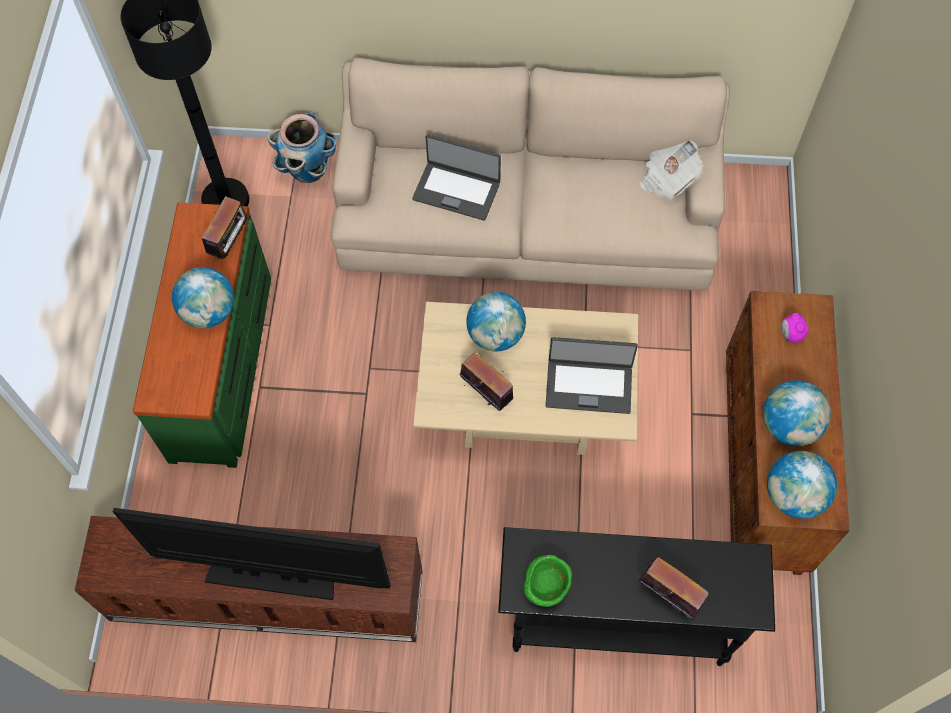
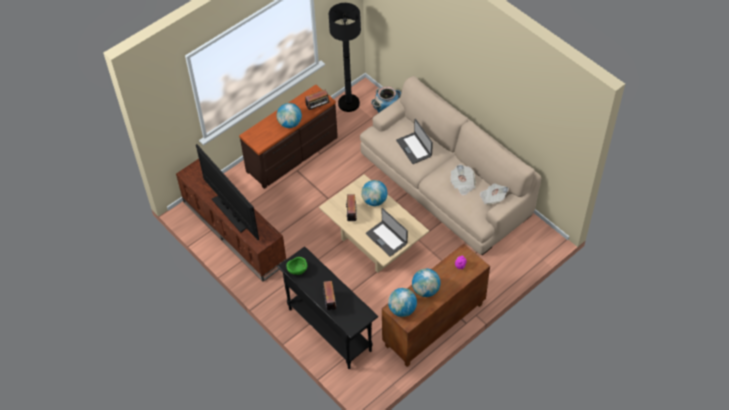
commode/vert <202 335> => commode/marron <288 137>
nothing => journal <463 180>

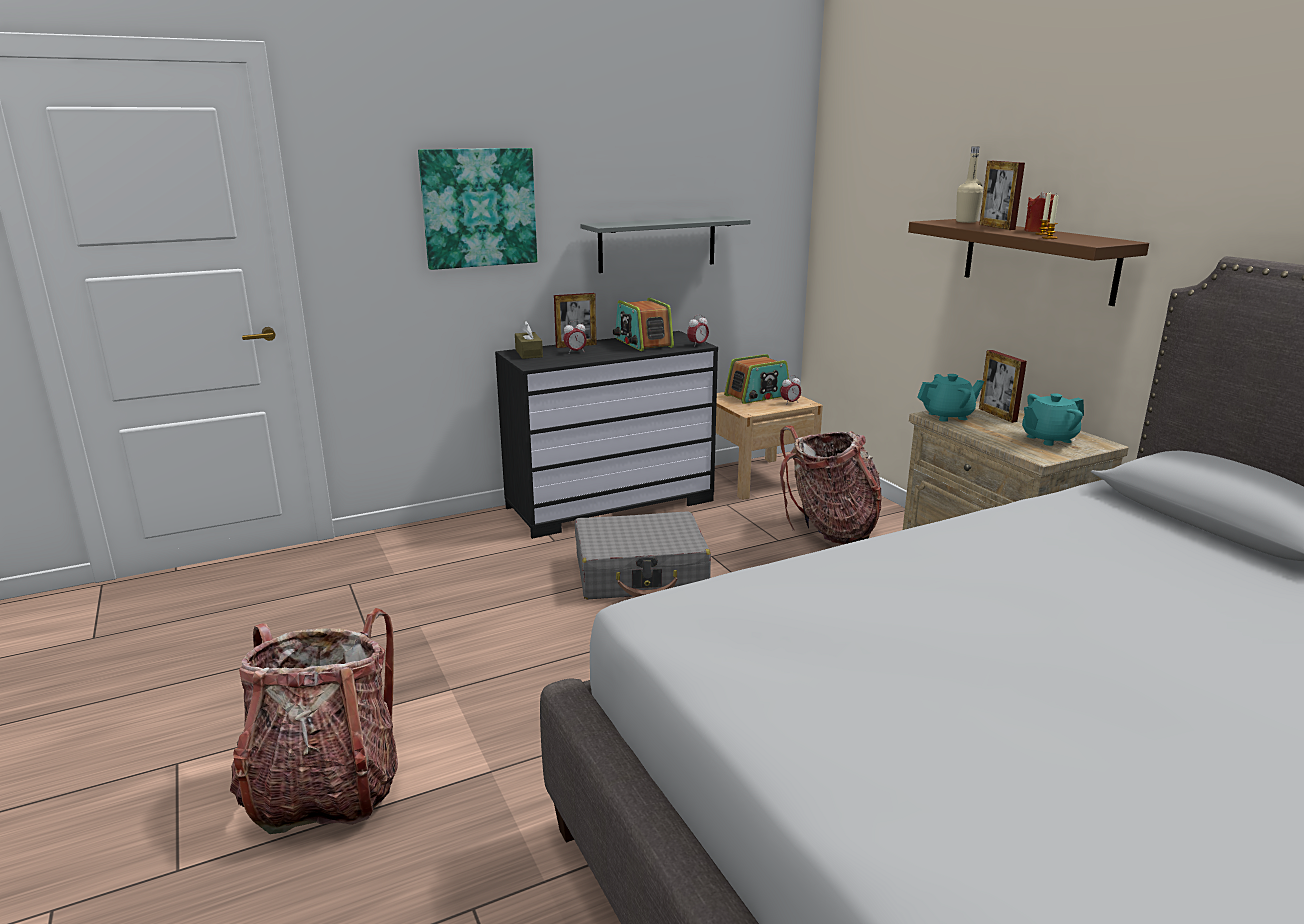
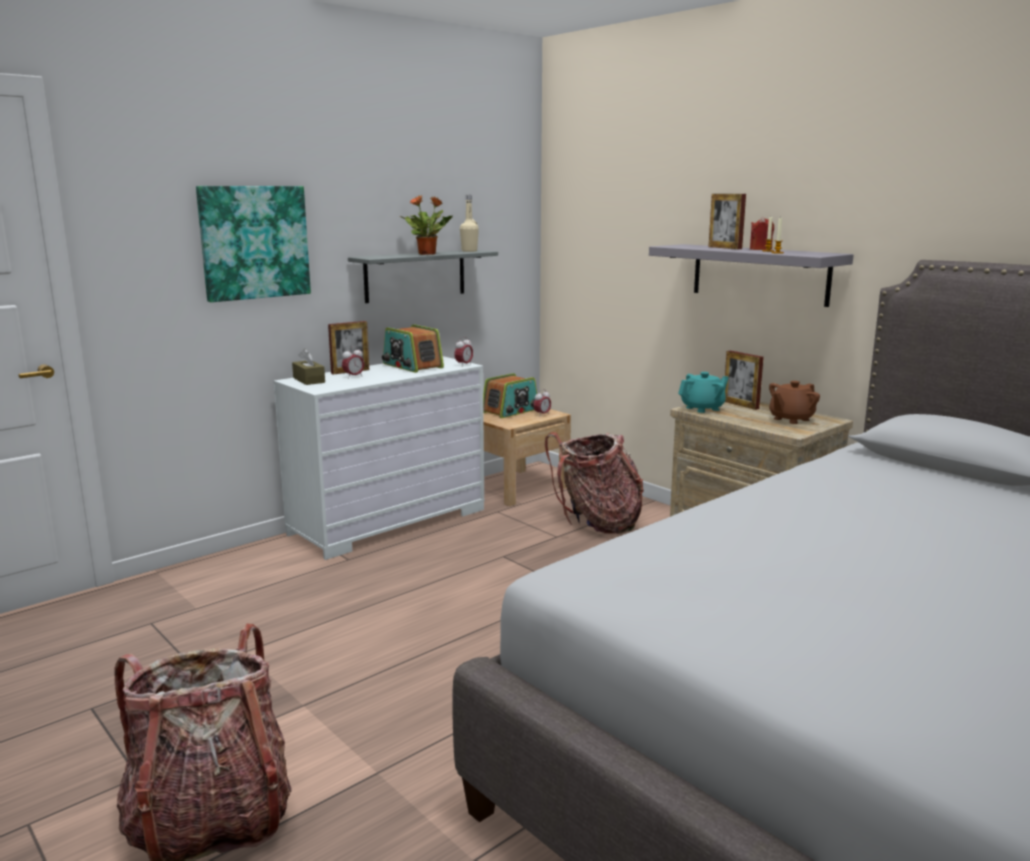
bouteille/beige <969 185> => bouteille/beige <469 223>, moved
étagère/marron <1028 262> => étagère/gris <751 275>
commode/noir <606 435> => commode/blanc <378 458>
théière/turquoise <1053 419> => théière/marron <794 402>
valise/gris <643 555> => nothing
nothing => plante en pot <426 225>

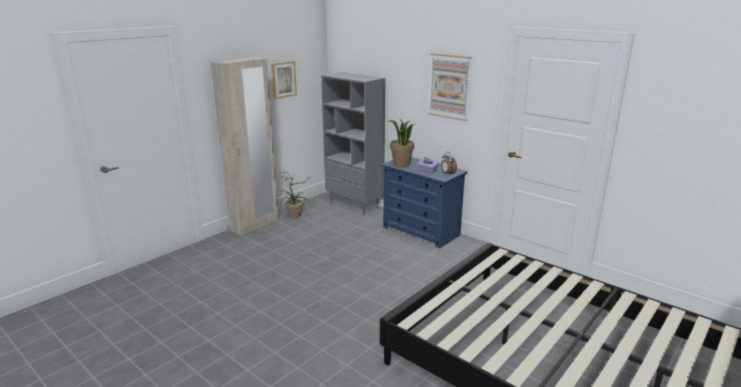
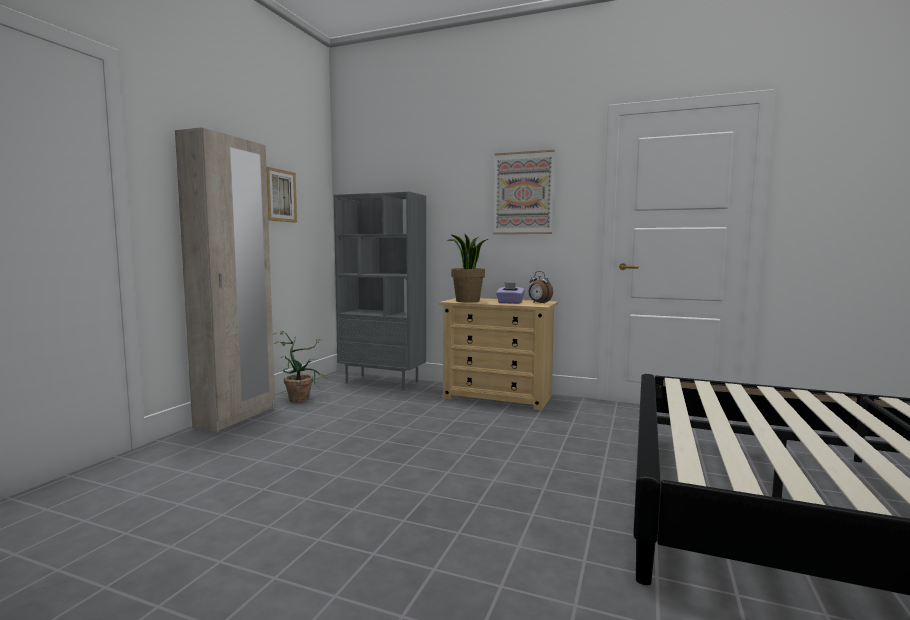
commode/bleu <424 202> => commode/beige <498 354>

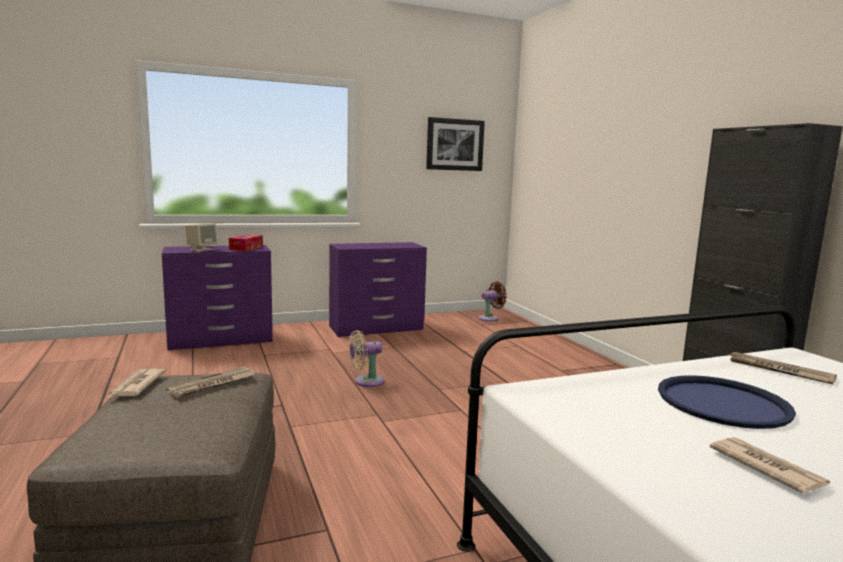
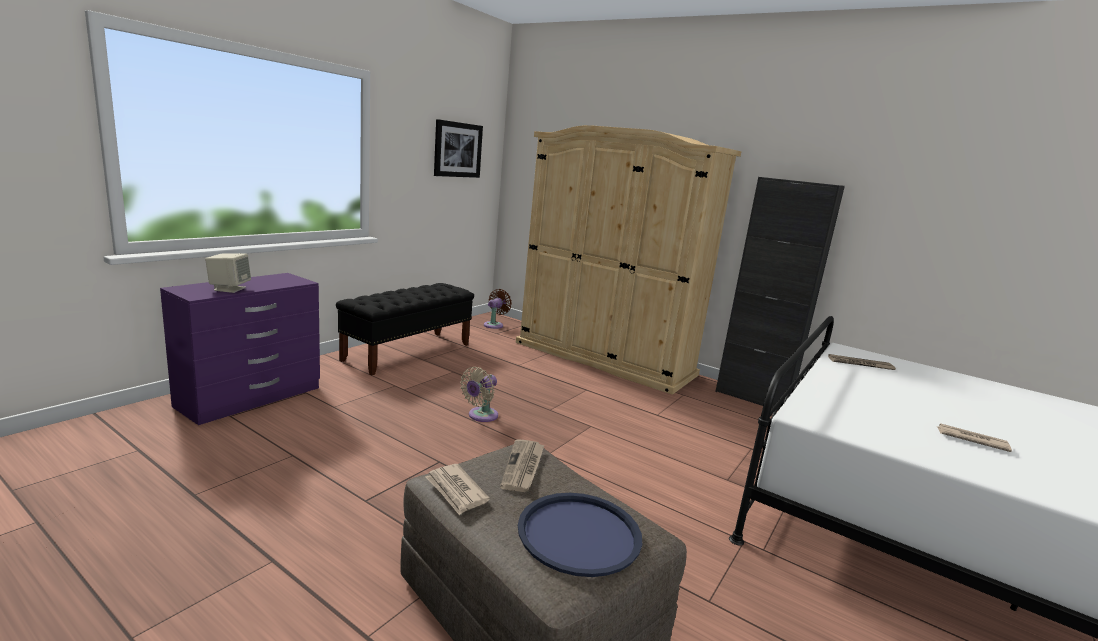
boîte à mouchoirs <246 242> => nothing
commode/violet <378 289> => banc/noir <405 329>
plateau/bleu <727 402> => plateau/bleu <580 535>, moved
nothing => armoire/beige <628 260>

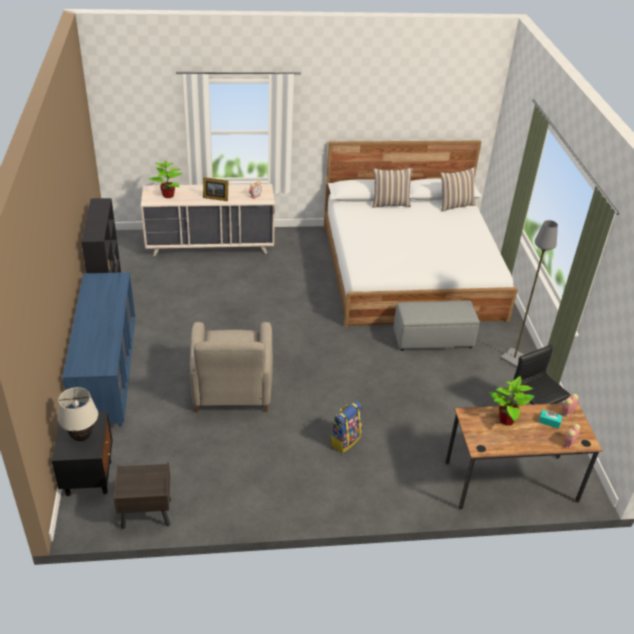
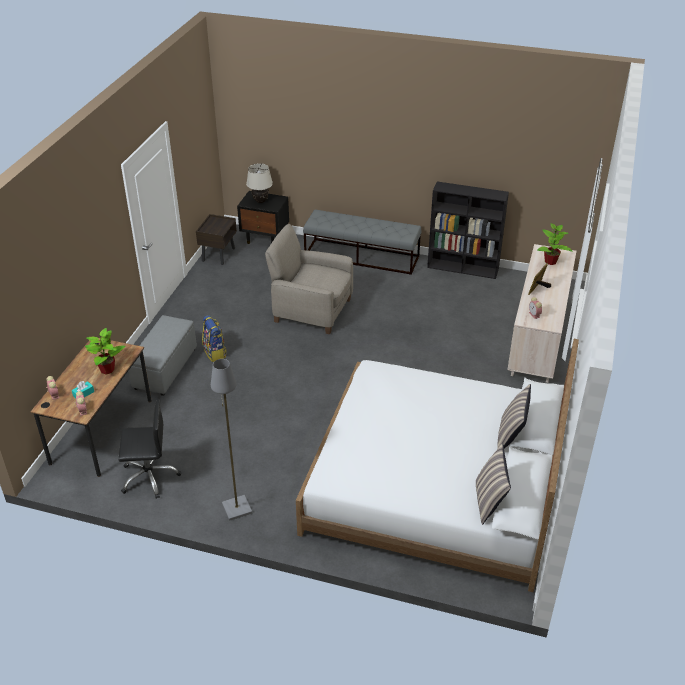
commode/bleu <98 349> => banc/gris <362 242>
pouf/gris <436 325> => pouf/gris <163 355>, moved

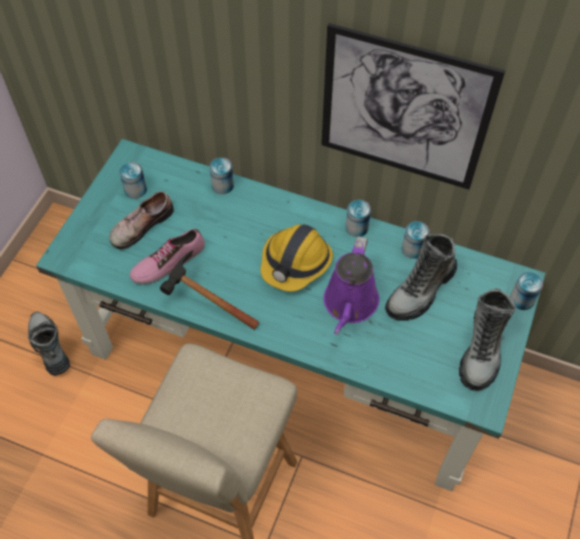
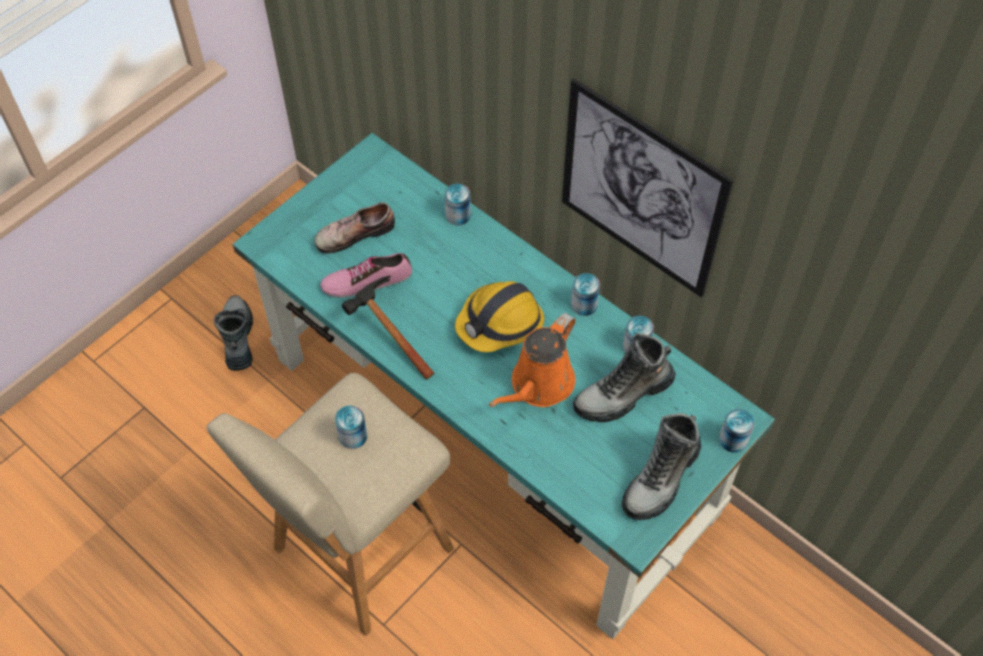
boîte métallique <133 180> => boîte métallique <351 427>, moved
arrosoir/violet <351 285> => arrosoir/orange <532 360>

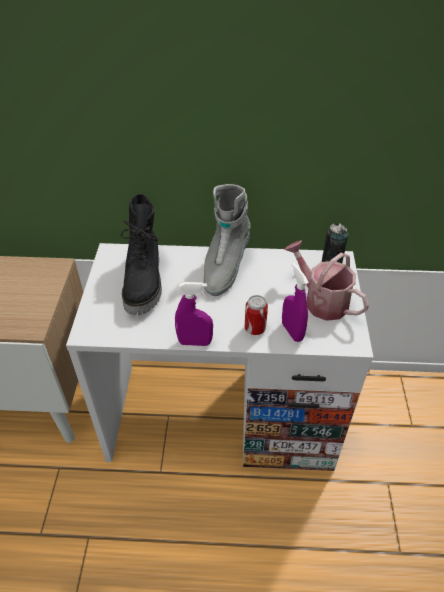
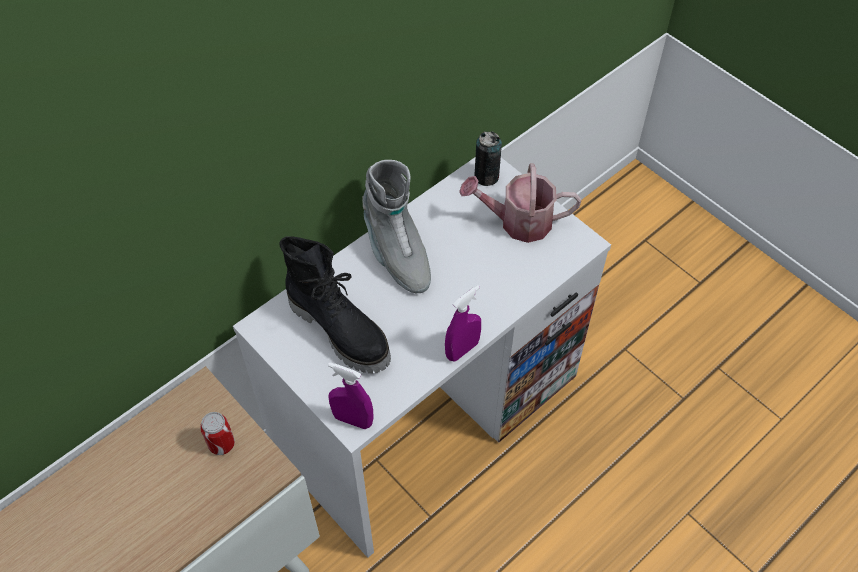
vaporisateur/violet <295 302> => vaporisateur/violet <350 395>, moved
boîte métallique <256 315> => boîte métallique <217 433>, moved

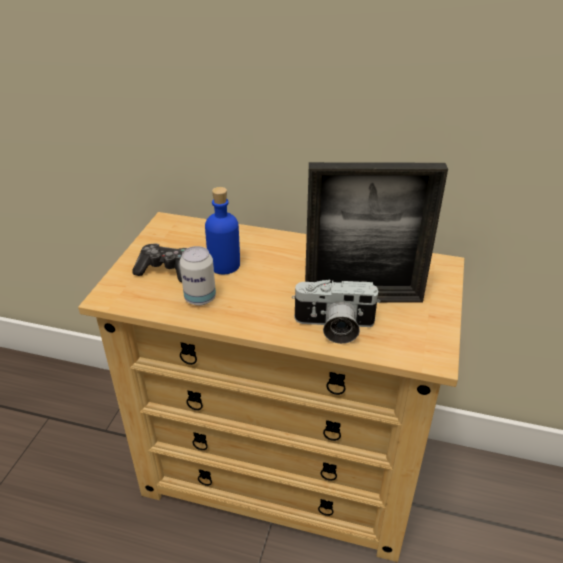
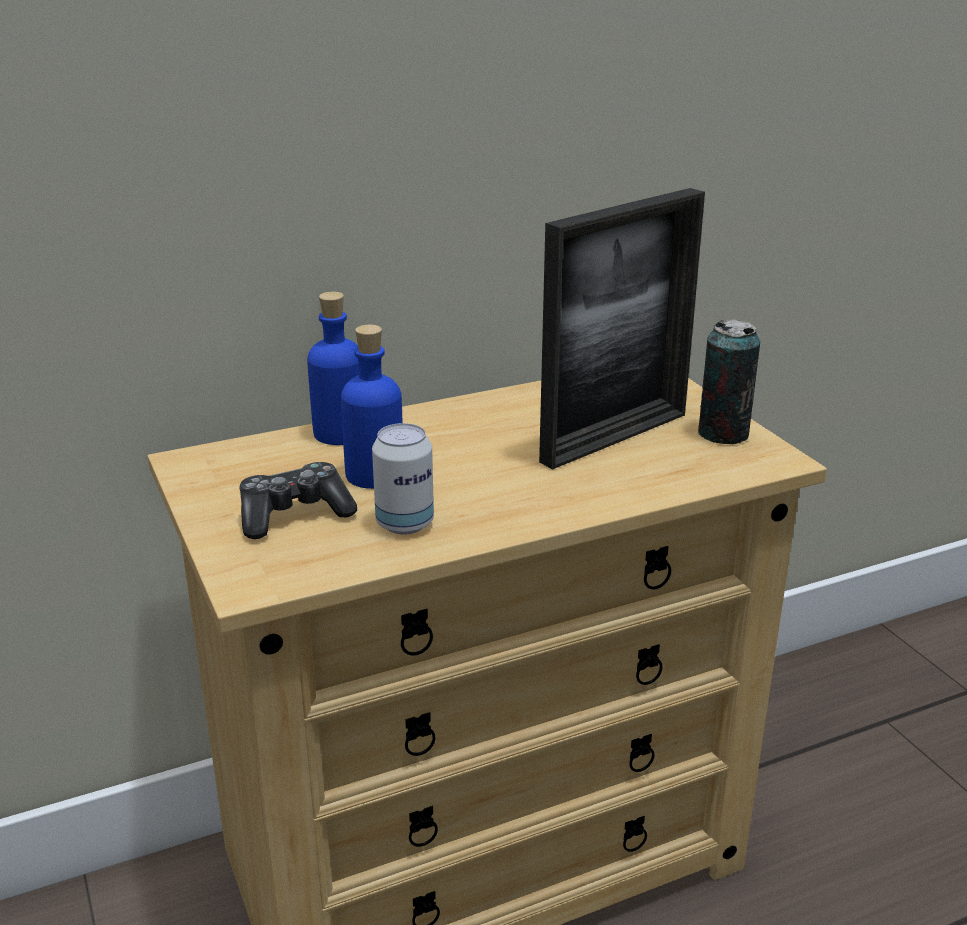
appareil photo <336 311> => nothing
nothing => bouteille/bleu <333 368>
nothing => boîte métallique <729 382>

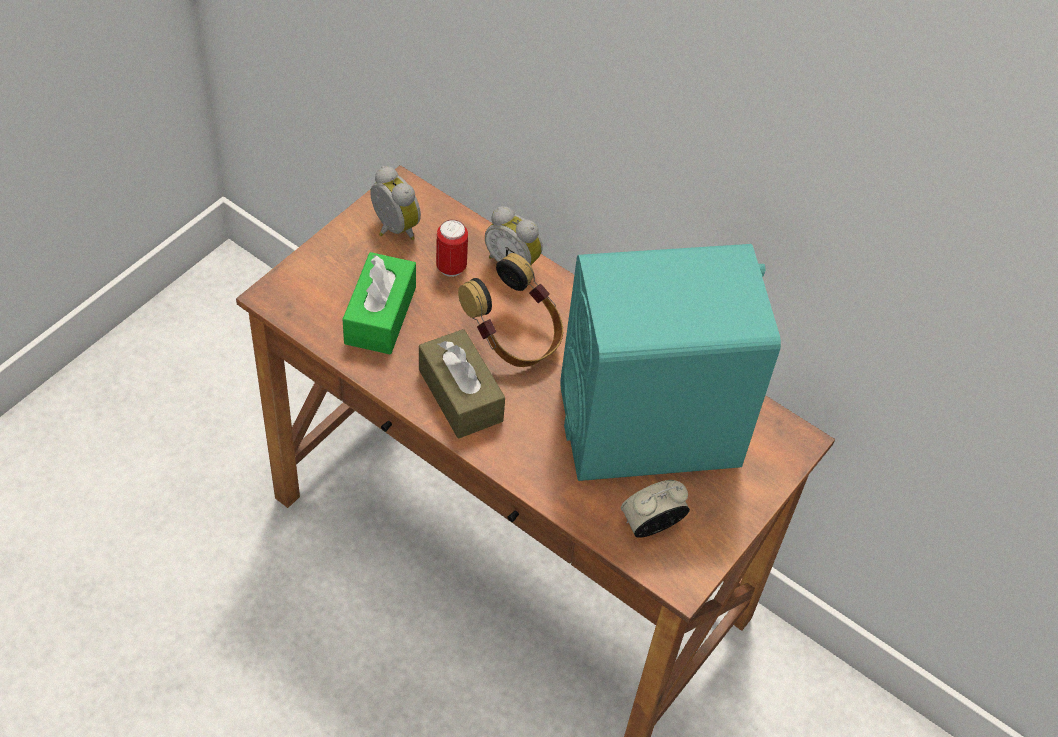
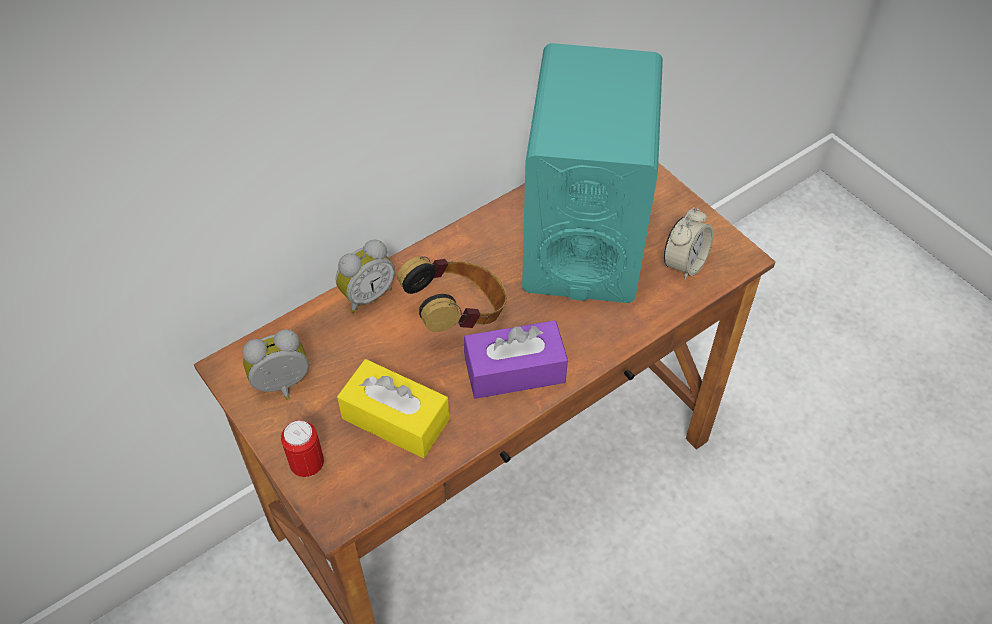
boîte métallique <452 248> => boîte métallique <302 448>, moved
boîte à mouchoirs/vert <379 303> => boîte à mouchoirs/jaune <393 408>
boîte à mouchoirs/marron <462 383> => boîte à mouchoirs/violet <516 359>
réveil <655 509> => réveil <689 243>, 135 degrees counterclockwise

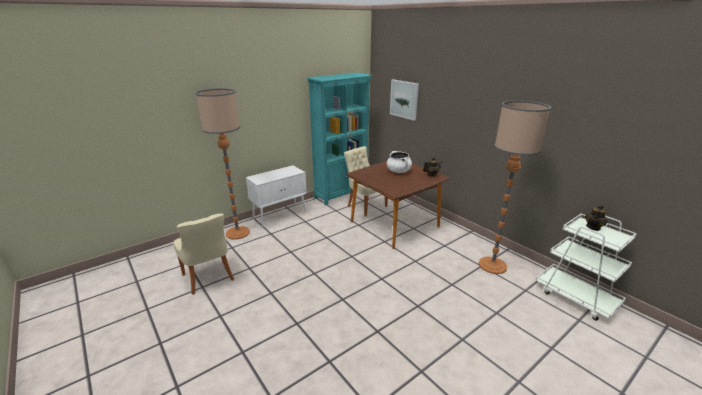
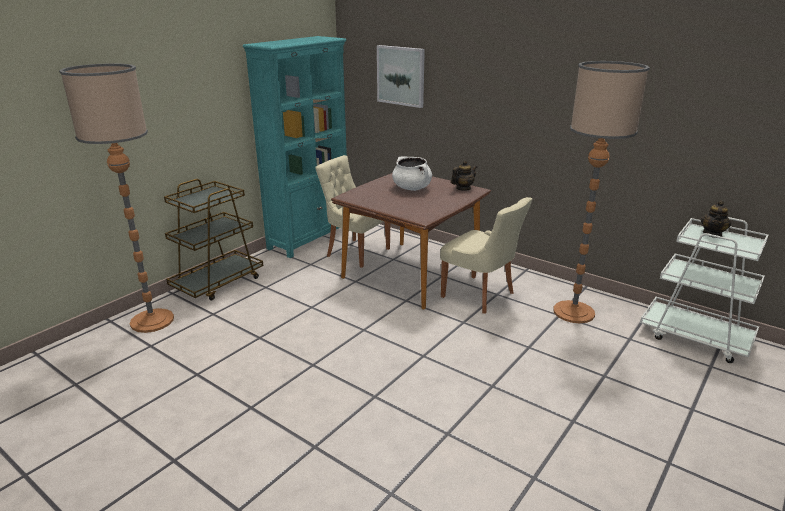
meuble de rangement/blanc <276 196> => chariot/marron <213 240>
chaise/beige <203 254> => chaise/beige <486 255>, moved

